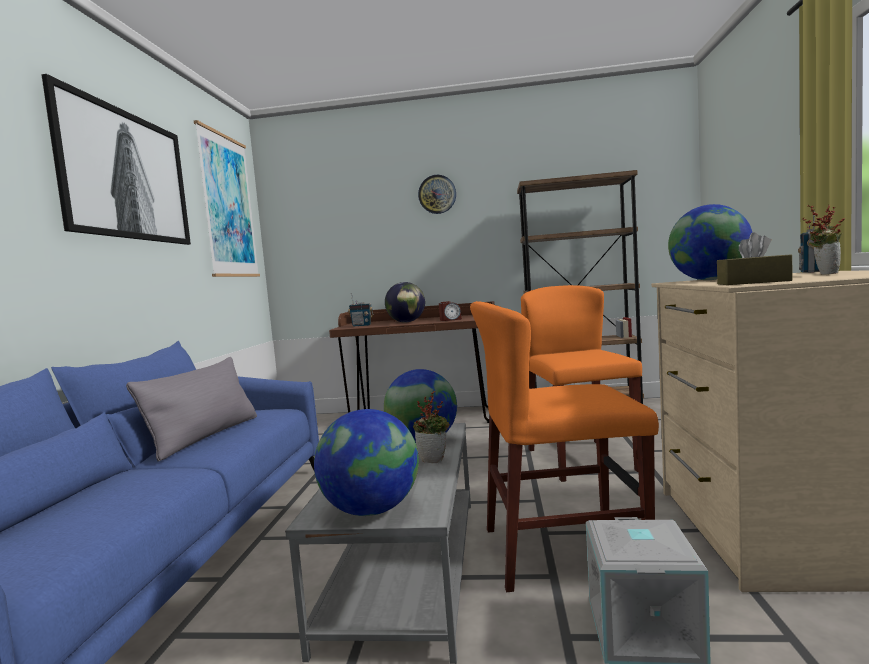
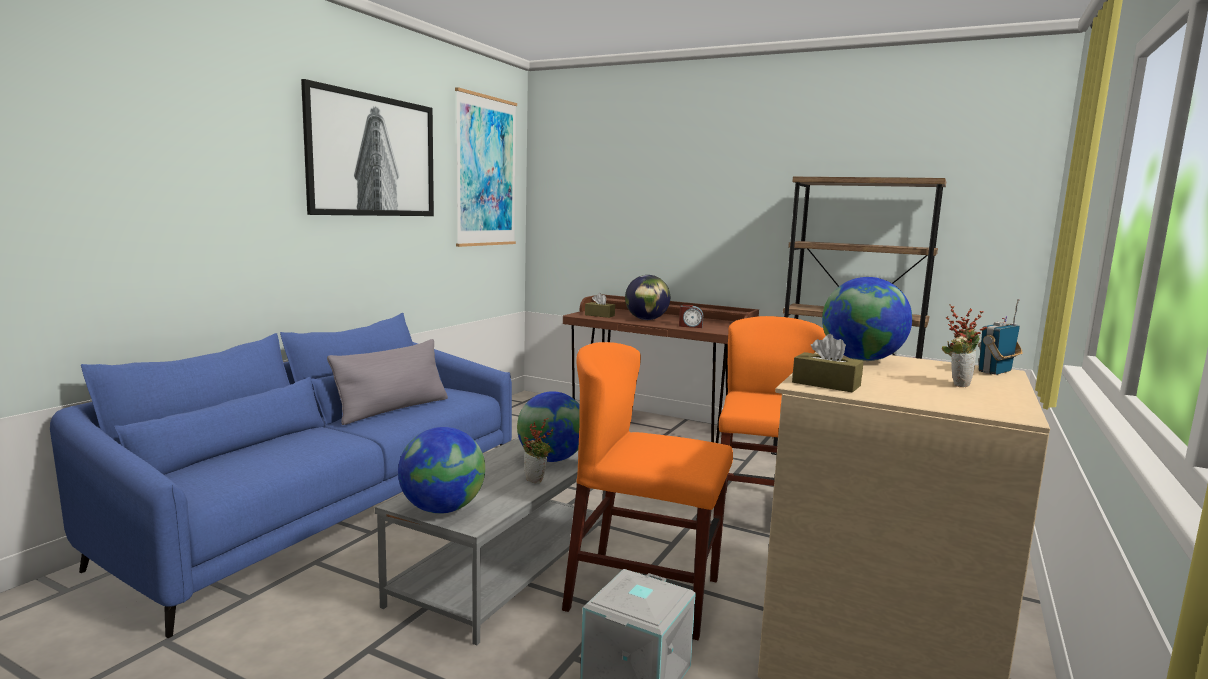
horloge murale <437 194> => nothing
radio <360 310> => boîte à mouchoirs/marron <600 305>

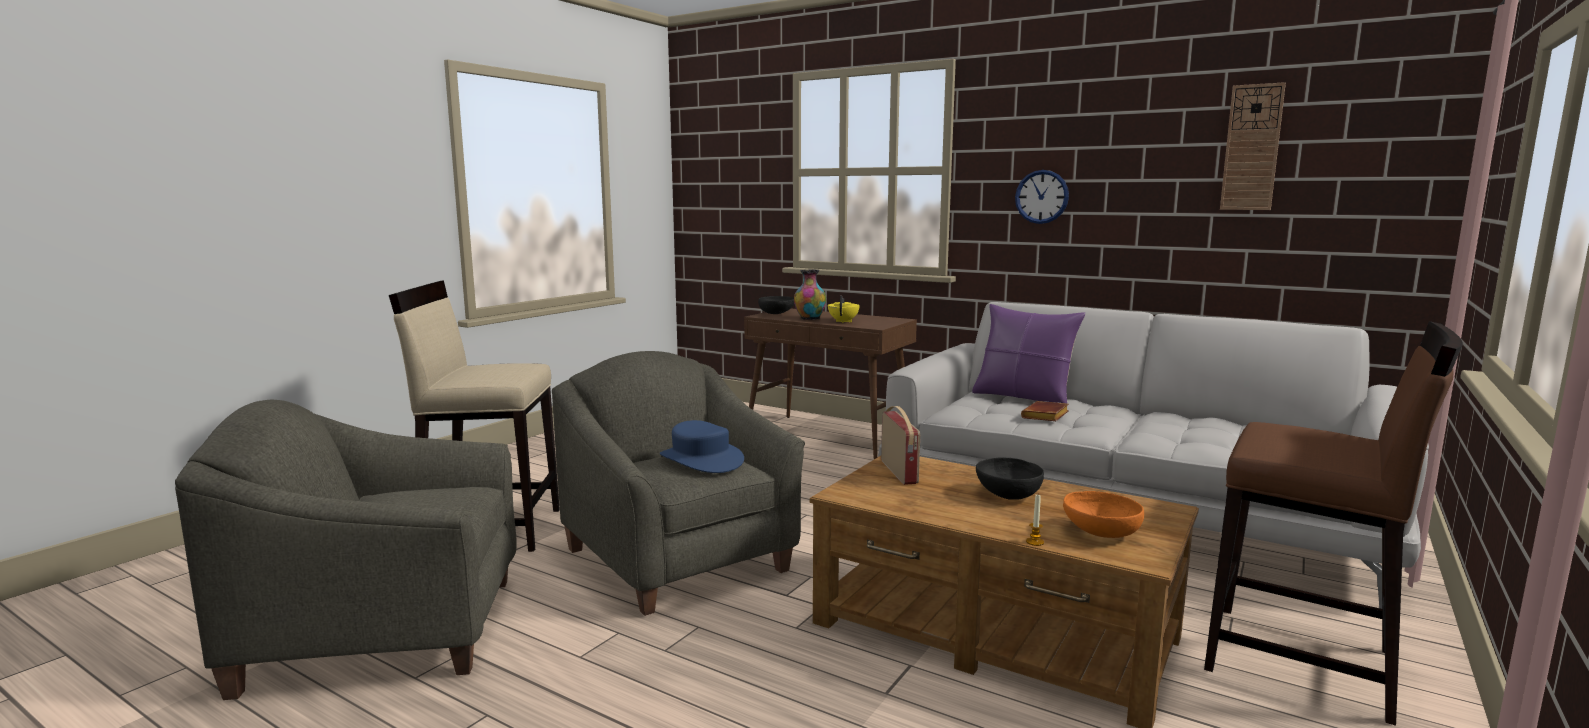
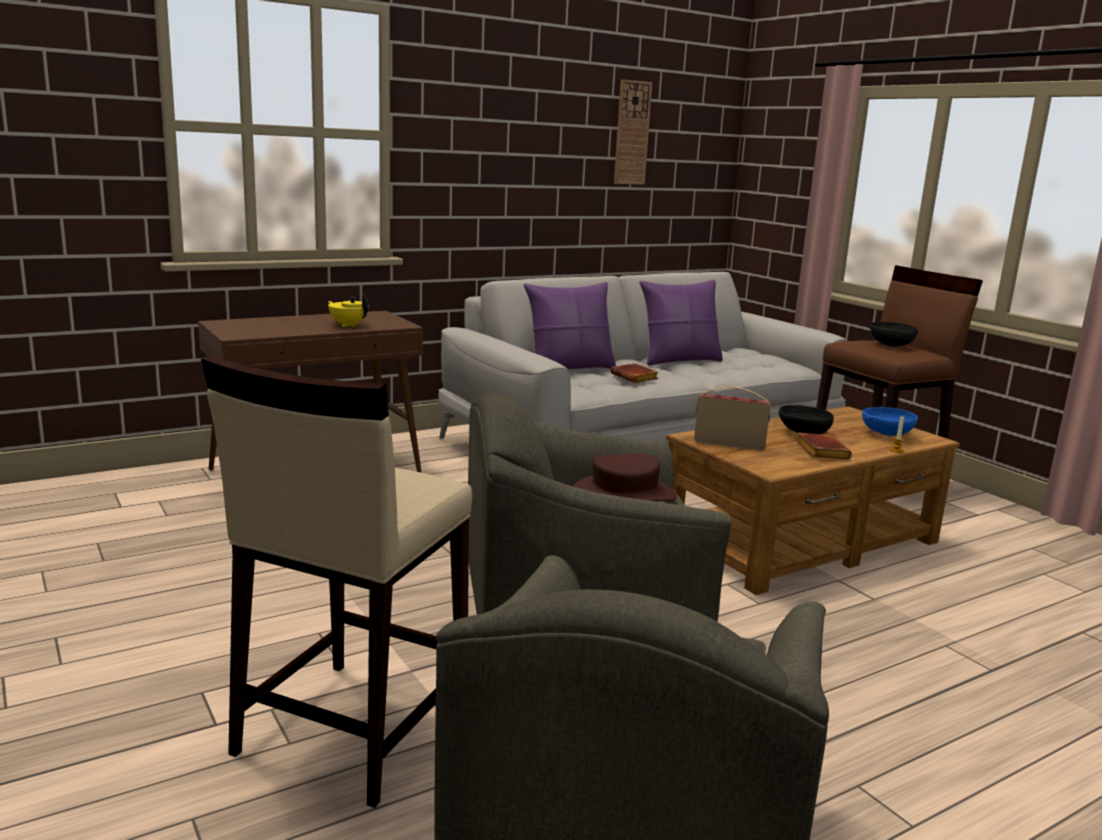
horloge murale <1042 197> => nothing
vase <810 294> => nothing
bol/noir <776 305> => bol/noir <894 334>, moved
chapeau/bleu <702 446> => chapeau/marron <625 477>
bol/orange <1103 514> => bol/bleu <890 421>
nothing => coussin/violet <681 323>
nothing => livre/marron <824 445>

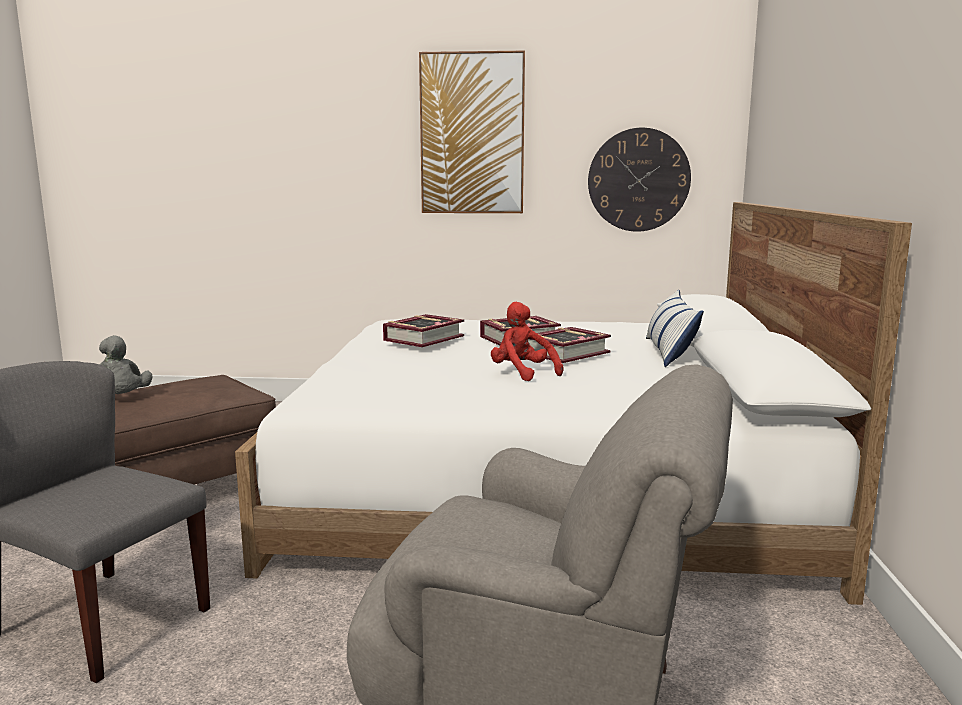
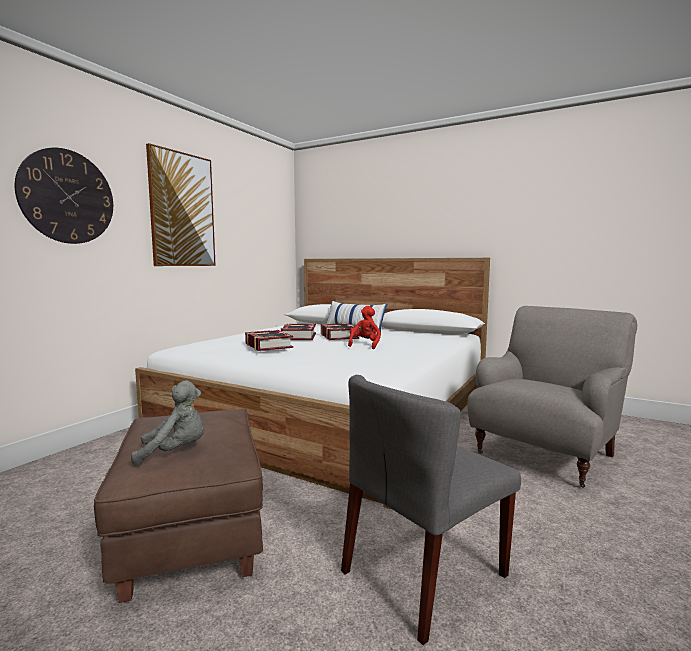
horloge murale <639 180> => horloge murale <64 196>, moved
peluche/rouge <527 341> => peluche/rouge <364 327>, 120 degrees clockwise

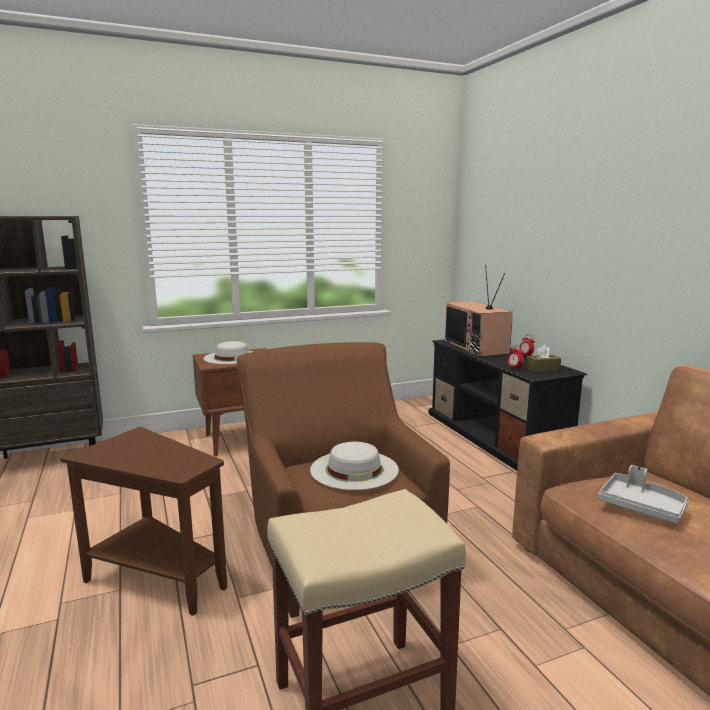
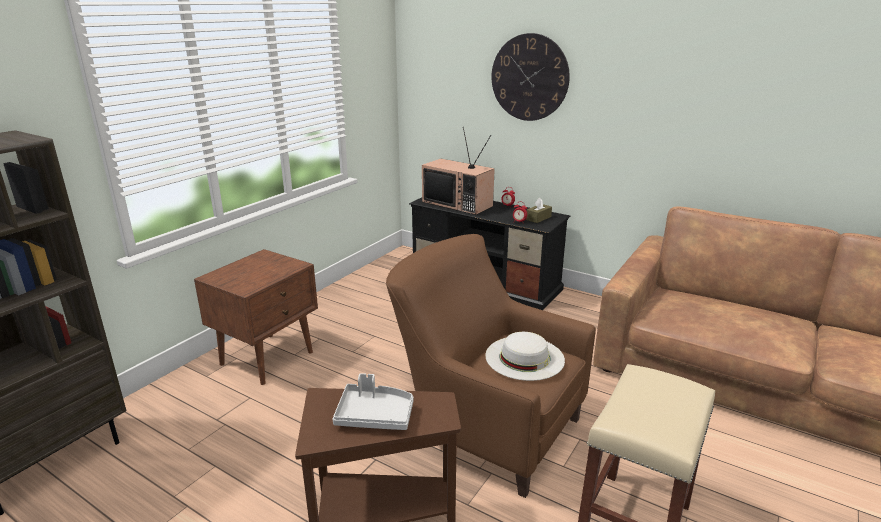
chapeau/blanc <228 352> => nothing
plateau/gris <643 494> => plateau/gris <373 401>, moved
nothing => horloge murale <530 77>

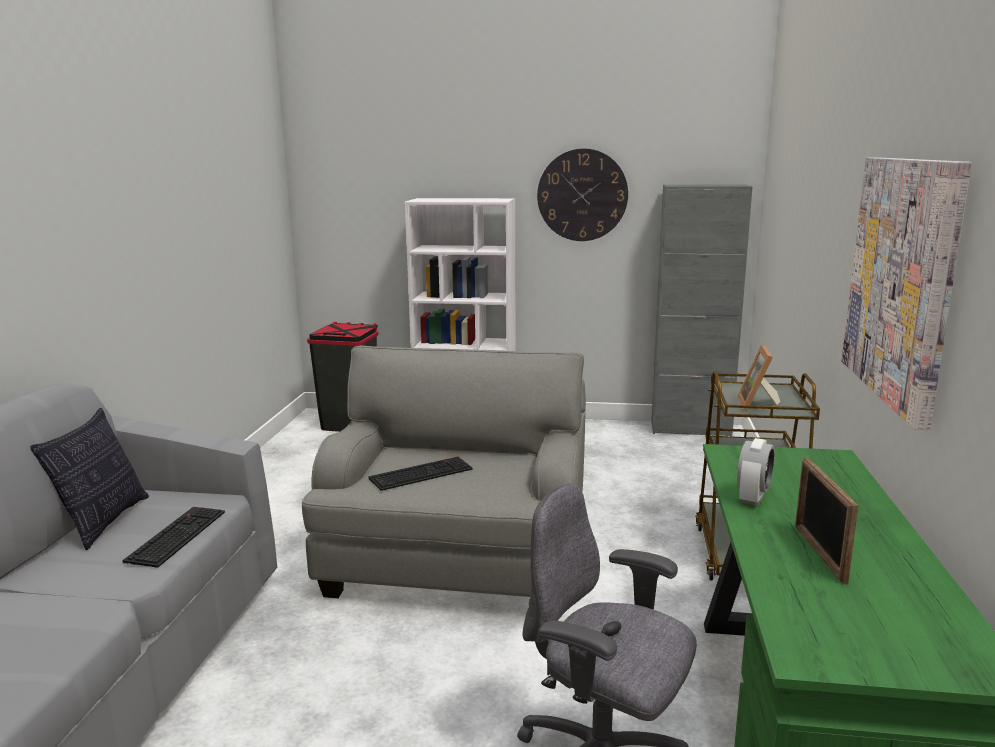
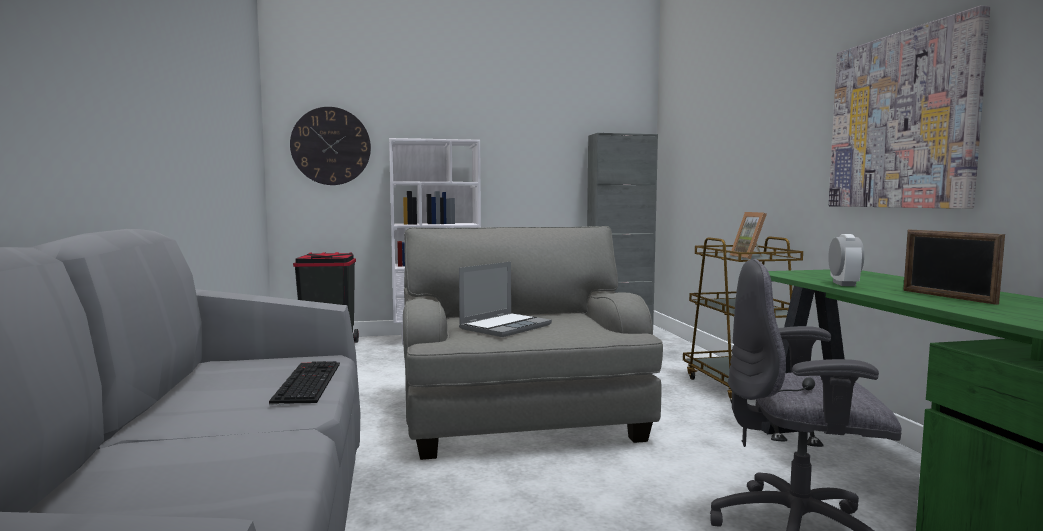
horloge murale <582 195> => horloge murale <330 146>, moved
coussin <89 479> => nothing
clavier <420 474> => ordinateur portable <505 299>

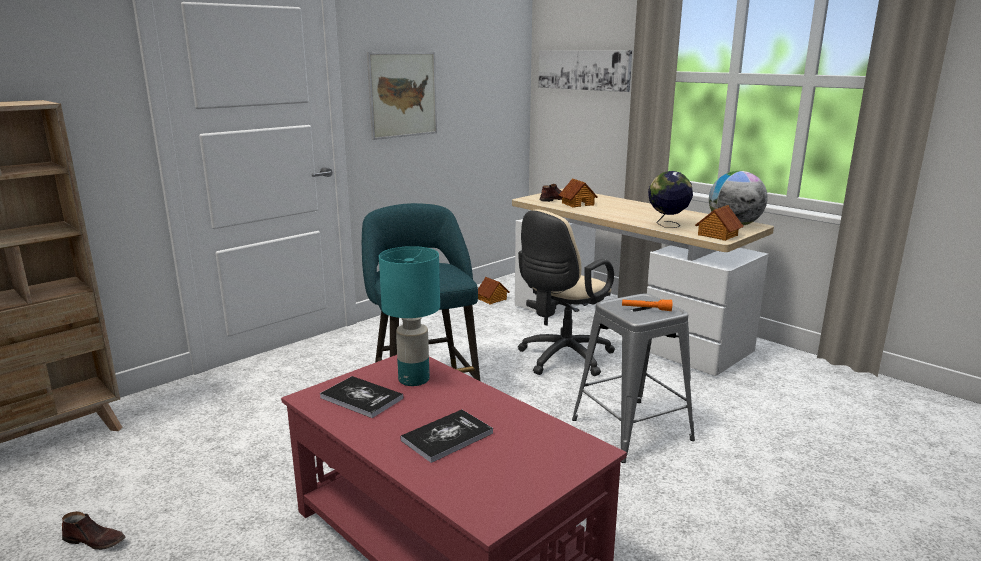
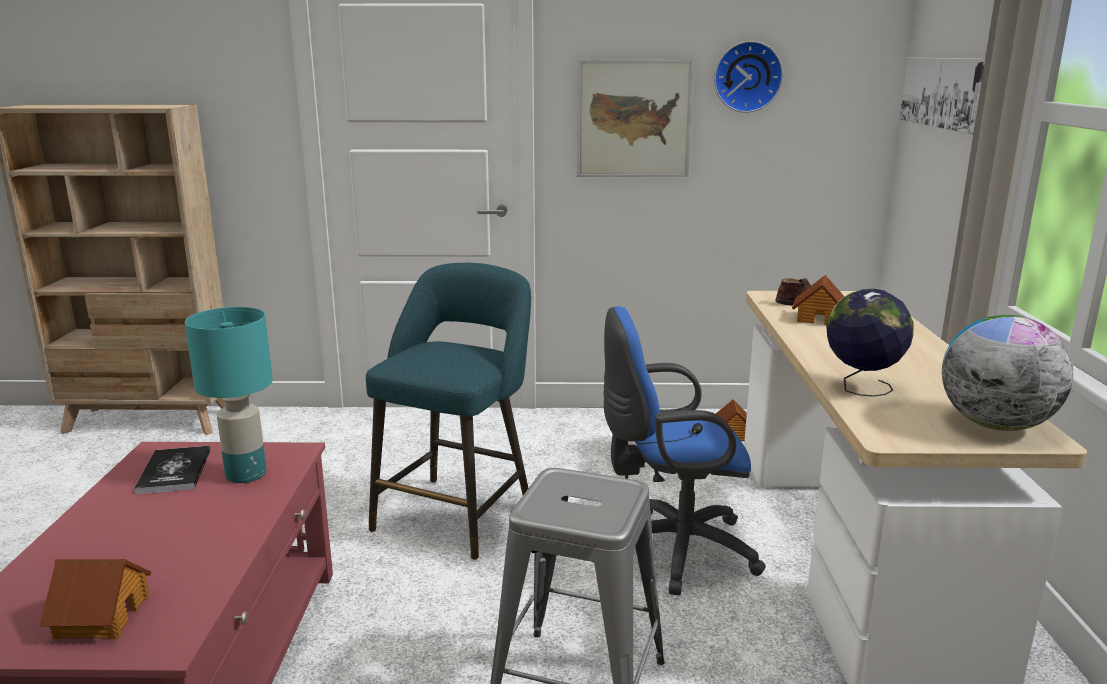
maison miniature <719 223> => maison miniature <95 599>, moved
chaise de bureau/beige <566 292> => chaise de bureau/bleu <684 450>
lampe de poche/orange <647 305> => nothing
livre <447 436> => nothing
chaussure/marron <93 530> => nothing
nothing => horloge murale <748 77>

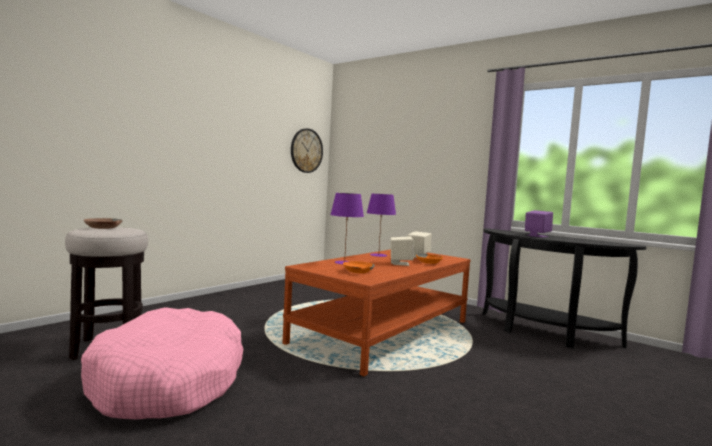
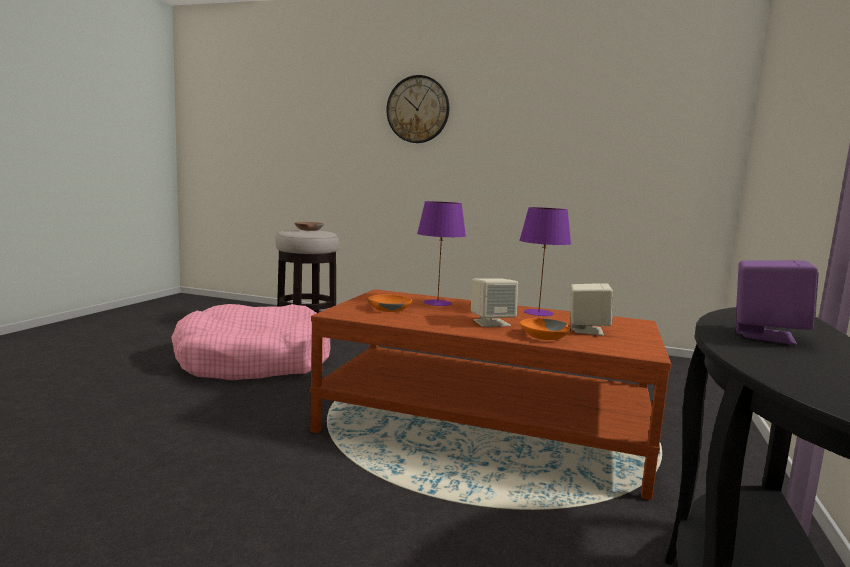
horloge murale <307 150> => horloge murale <417 109>, moved

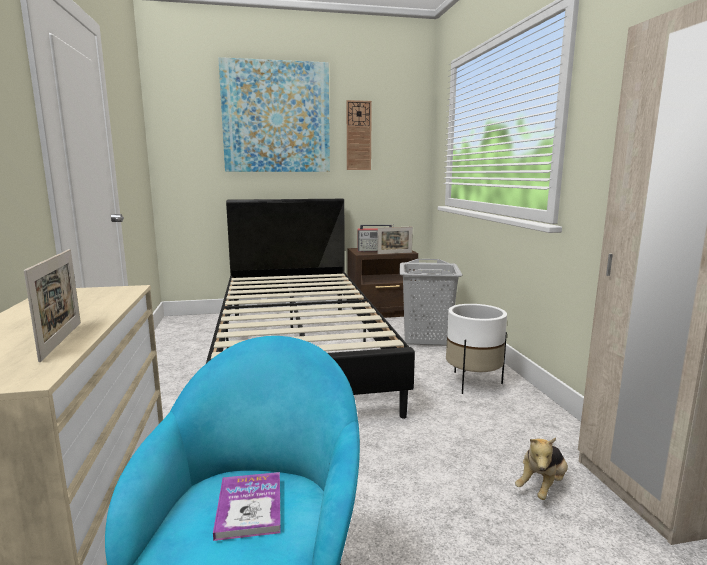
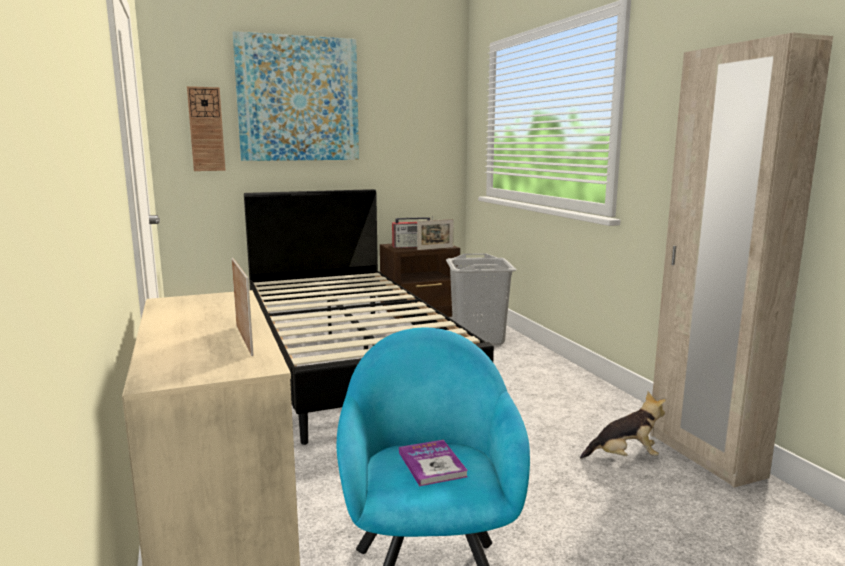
horloge murale <359 135> => horloge murale <206 128>, moved
cache-pot/blanc <476 349> => nothing
peluche <541 469> => peluche <623 425>, 120 degrees counterclockwise

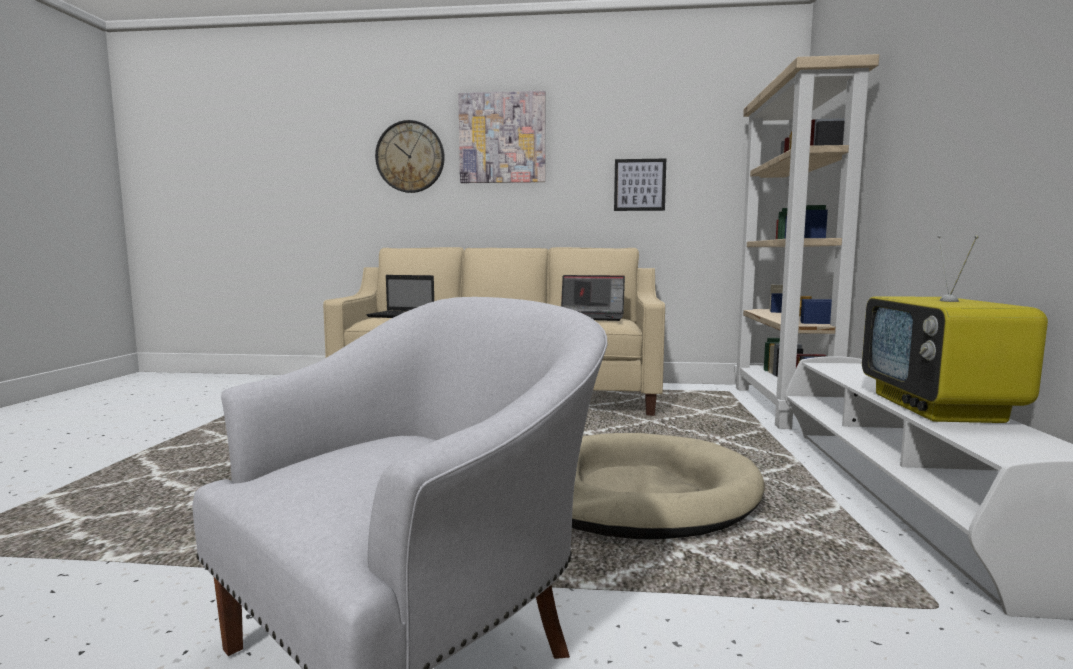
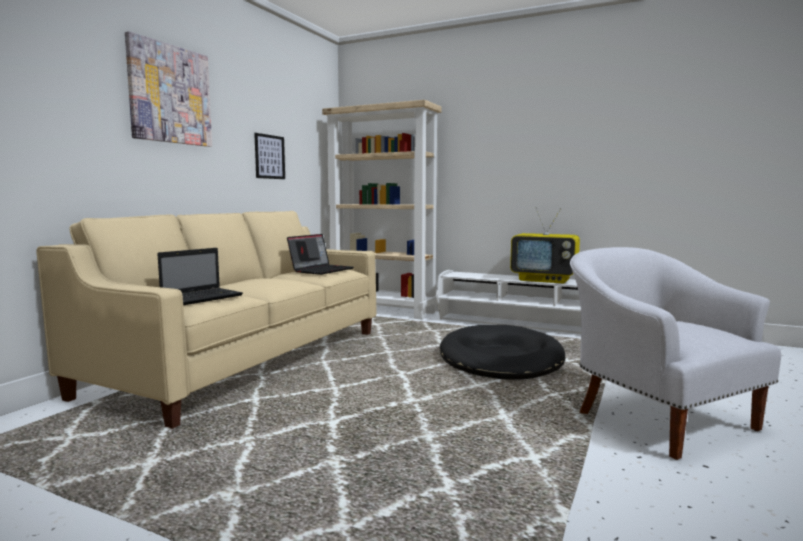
horloge murale <410 156> => nothing
panier pour chien/beige <668 486> => panier pour chien/noir <502 352>

